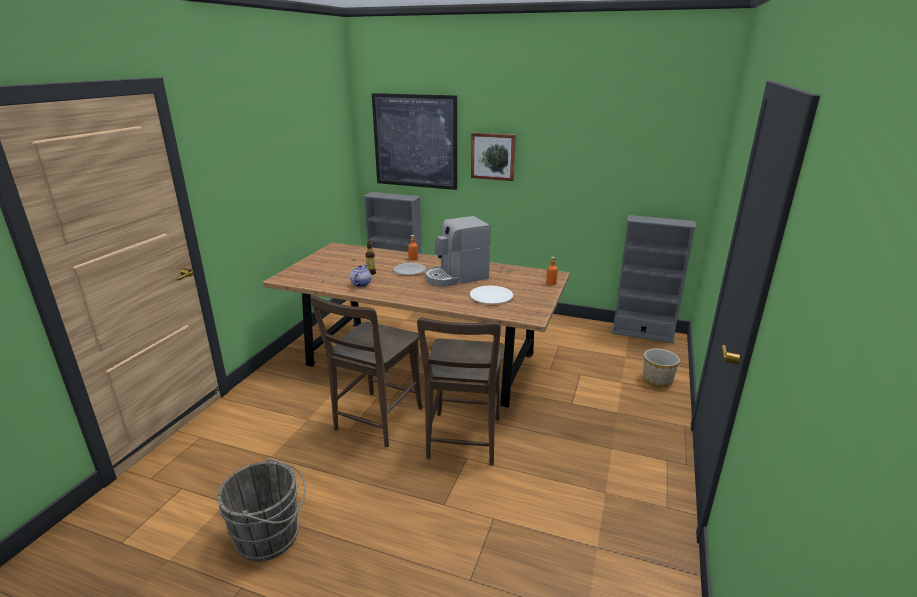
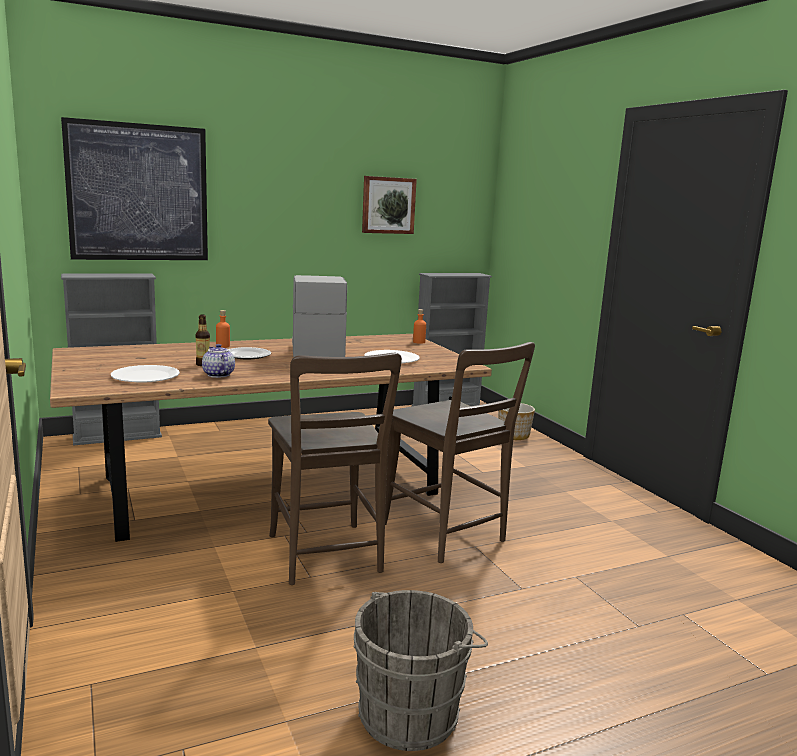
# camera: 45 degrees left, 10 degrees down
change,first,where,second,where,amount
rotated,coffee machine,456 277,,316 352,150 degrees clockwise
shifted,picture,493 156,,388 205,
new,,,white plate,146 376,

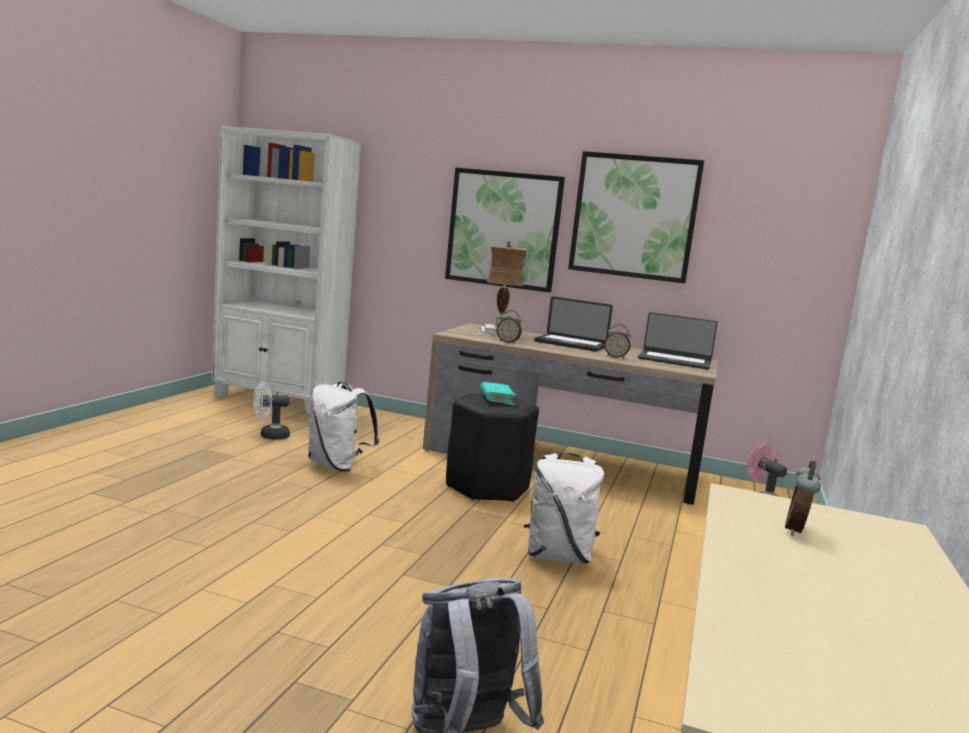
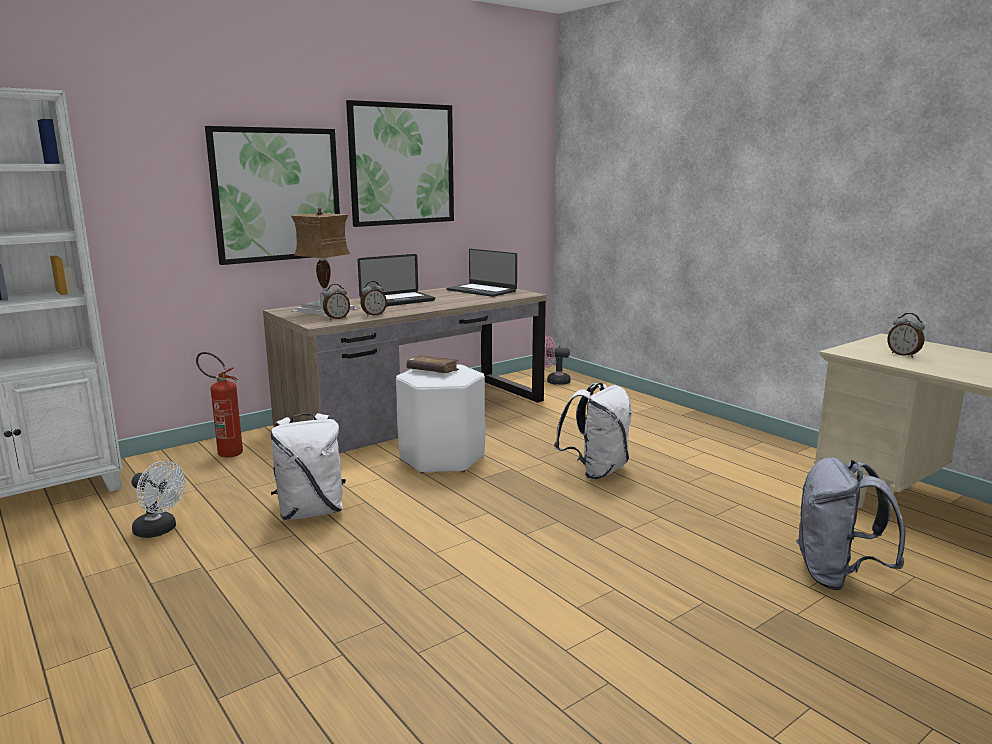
# camera: 55 degrees left, 5 degrees up
change,first,where,second,where,amount
rotated,white fan,269 436,,160 530,75 degrees counterclockwise
repainted,black stool,487 488,white stool,442 458,
repainted,turquoise book,496 399,brown book,432 371,
shifted,alarm clock,615 357,,336 318,
rotated,laptop,674 360,,482 290,75 degrees clockwise
new,,,fire extinguisher,225 452,

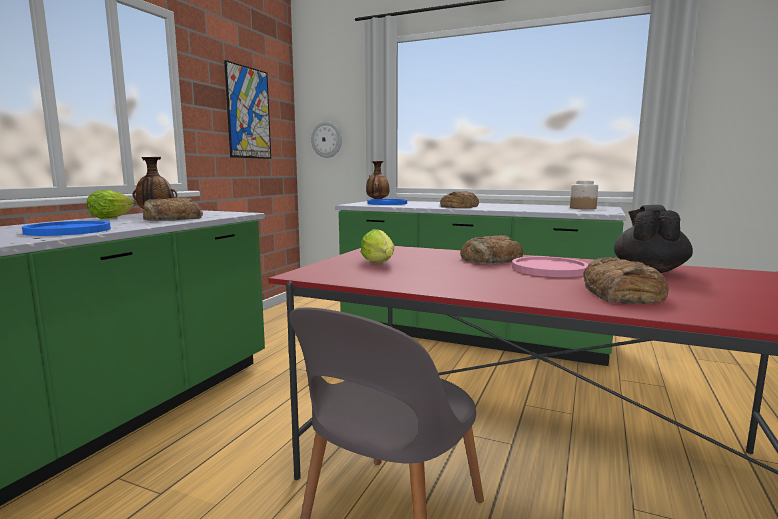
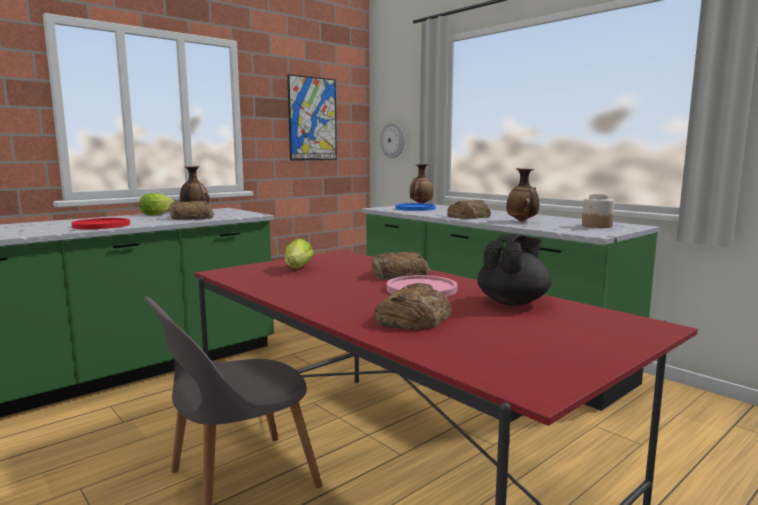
# camera: 25 degrees right, 0 degrees up
change,first,where,second,where,amount
repainted,blue plate,68 230,red plate,101 225,
new,,,vase,522 221,

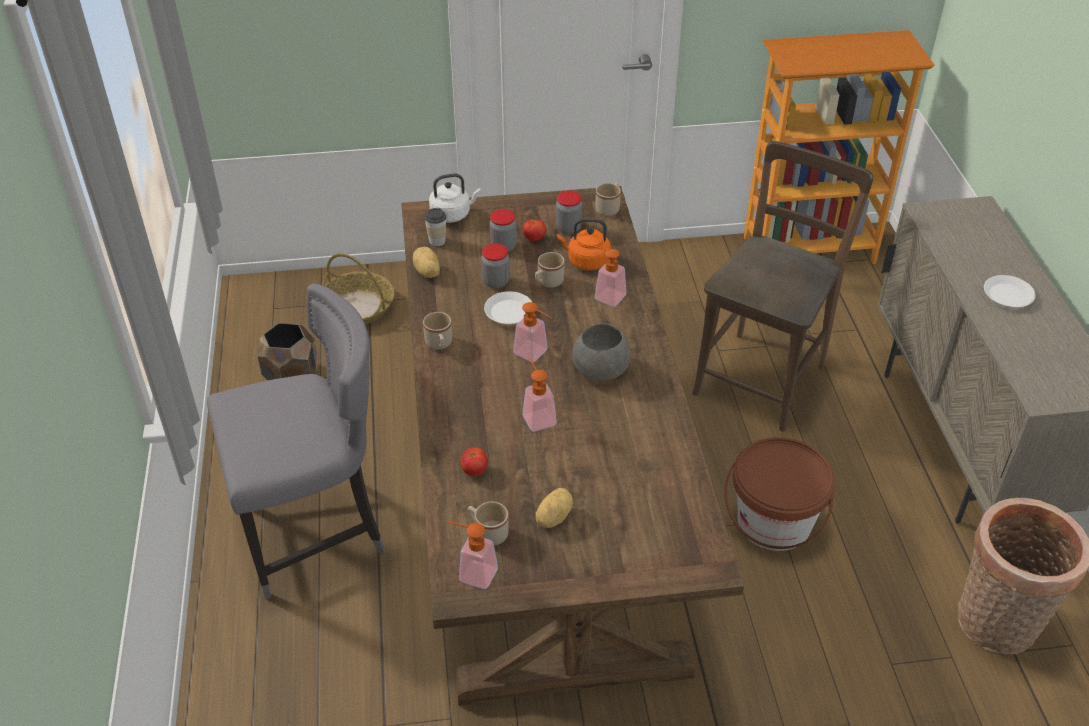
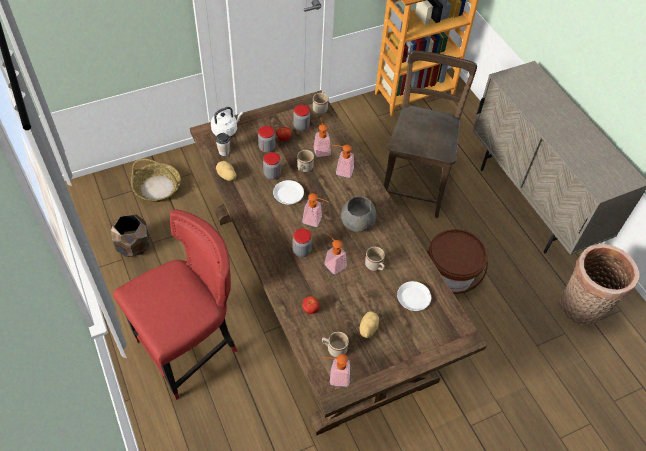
# camera: 20 degrees left, 10 degrees up
change,first,where,second,where,amount
repainted,grey chair,316 532,red chair,190 348,
shifted,beige mug,439 345,,375 266,
swapped,orange kettle,586 261,soap dispenser,321 149,
shifted,white plate,1007 296,,413 298,
new,,,jar,301 251,

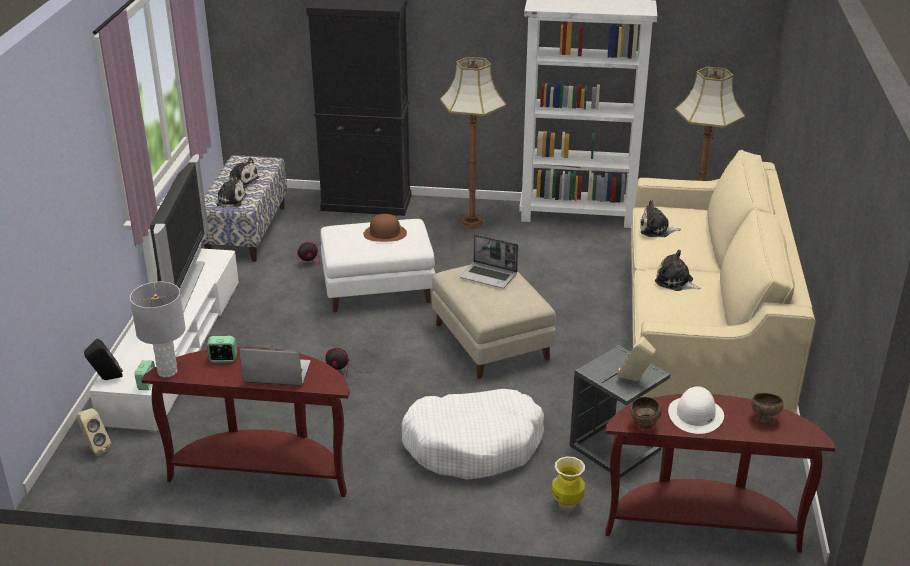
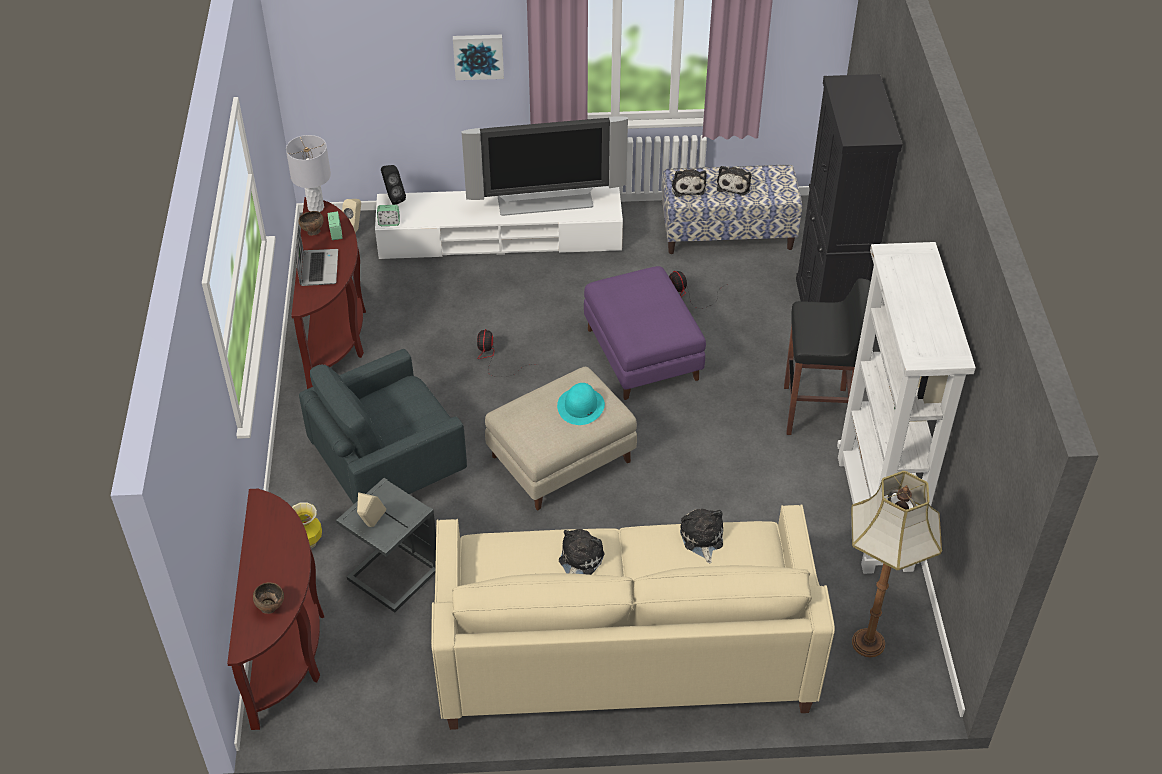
# camera: 80 degrees right, 15 degrees up
change,first,where,second,where,amount
repainted,white ottoman,379 288,purple ottoman,643 355,
gone,brown hat,384 233,,,
swapped,white dog bed,474 445,grey armchair,387 466,
swapped,floor lamp,472 222,black stool,817 412,
swapped,laptop,489 276,turquoise hat,581 406,
shifted,brown bowl,644 425,,312 232,
gone,white hat,695 415,,,
new,,,picture,478 55,

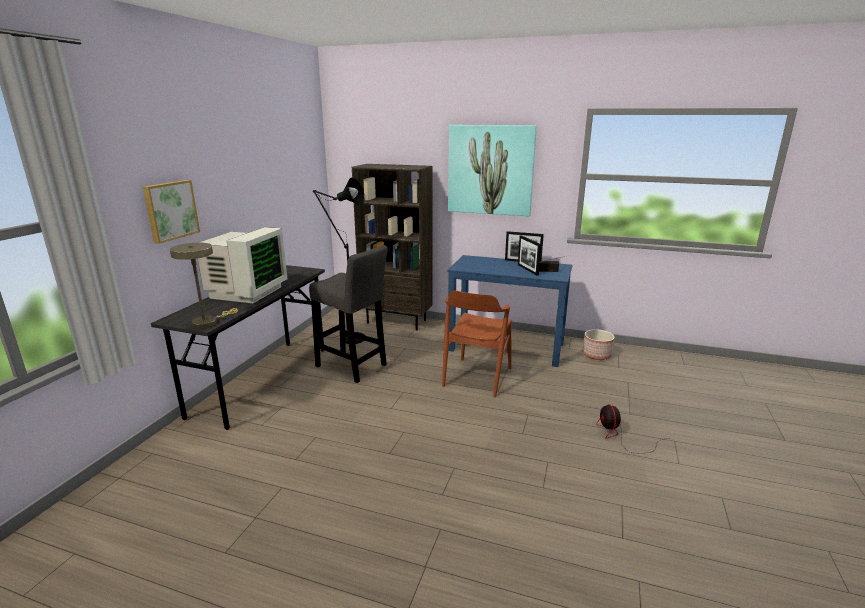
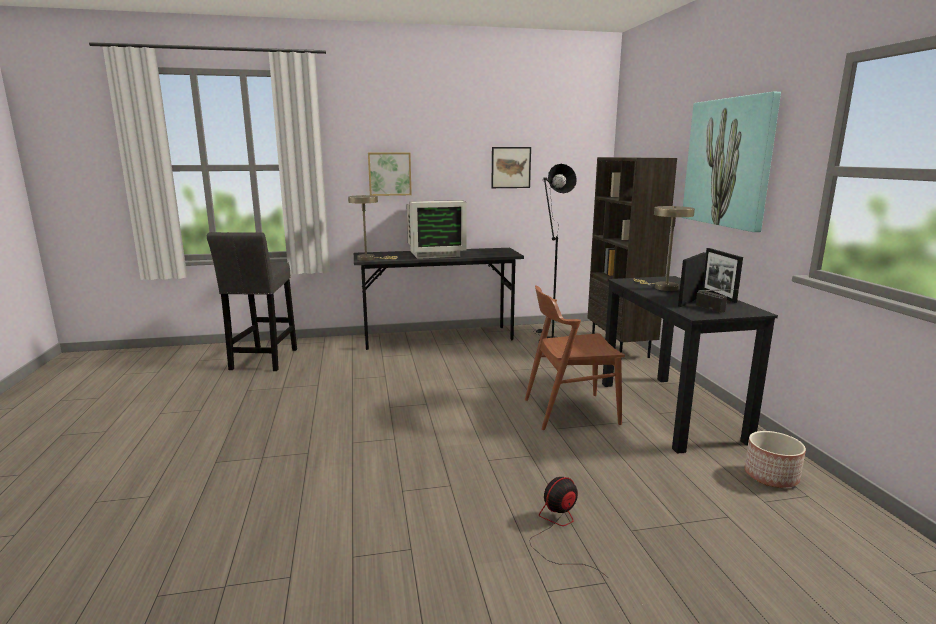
# camera: 60 degrees right, 5 degrees down
change,first,where,second,where,amount
shifted,grey stool,353 367,,263 361,
repainted,blue desk,506 347,black desk,670 411,
new,,,picture,511 167,
new,,,beige table lamp,662 287,

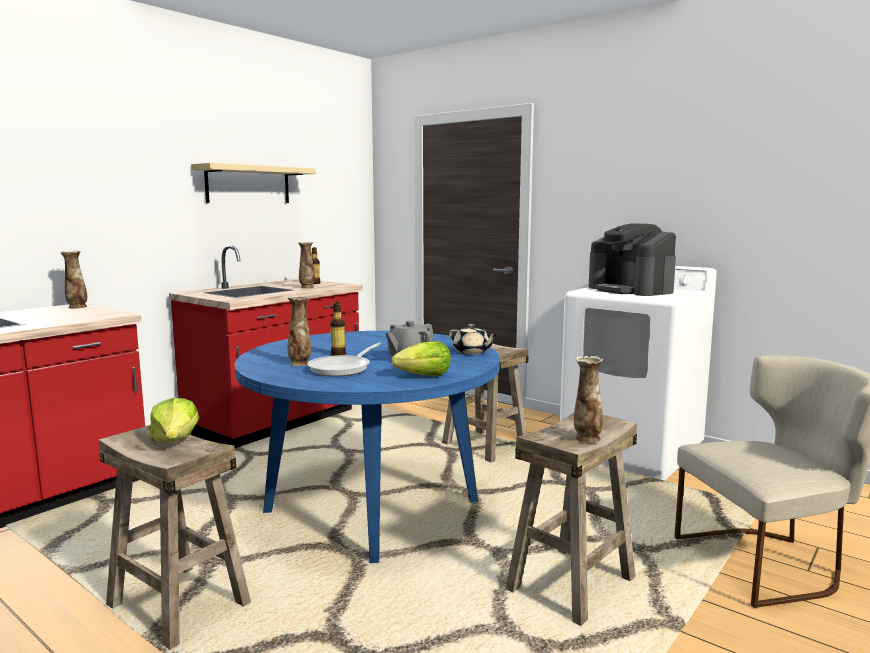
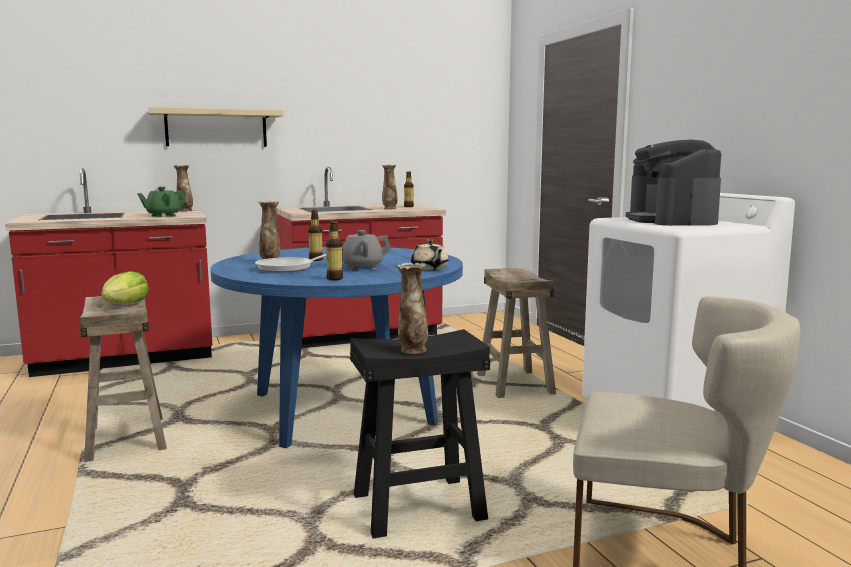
# camera: 30 degrees right, 0 degrees up
change,first,where,second,where,amount
shifted,beige shelf,248 185,,216 128,
swapped,lettuce,424 376,bottle,334 279,
repainted,beige stool,572 585,black stool,418 508,
new,,,green teapot,163 216,

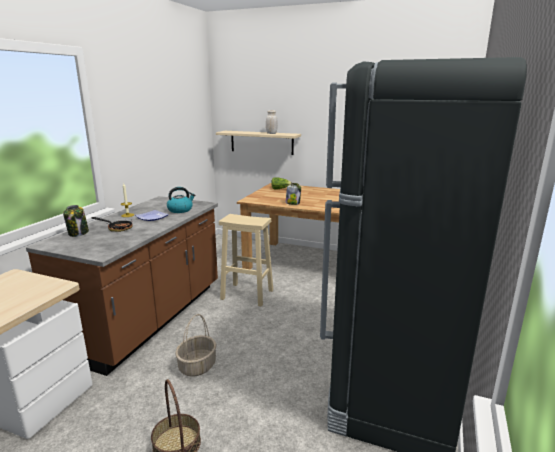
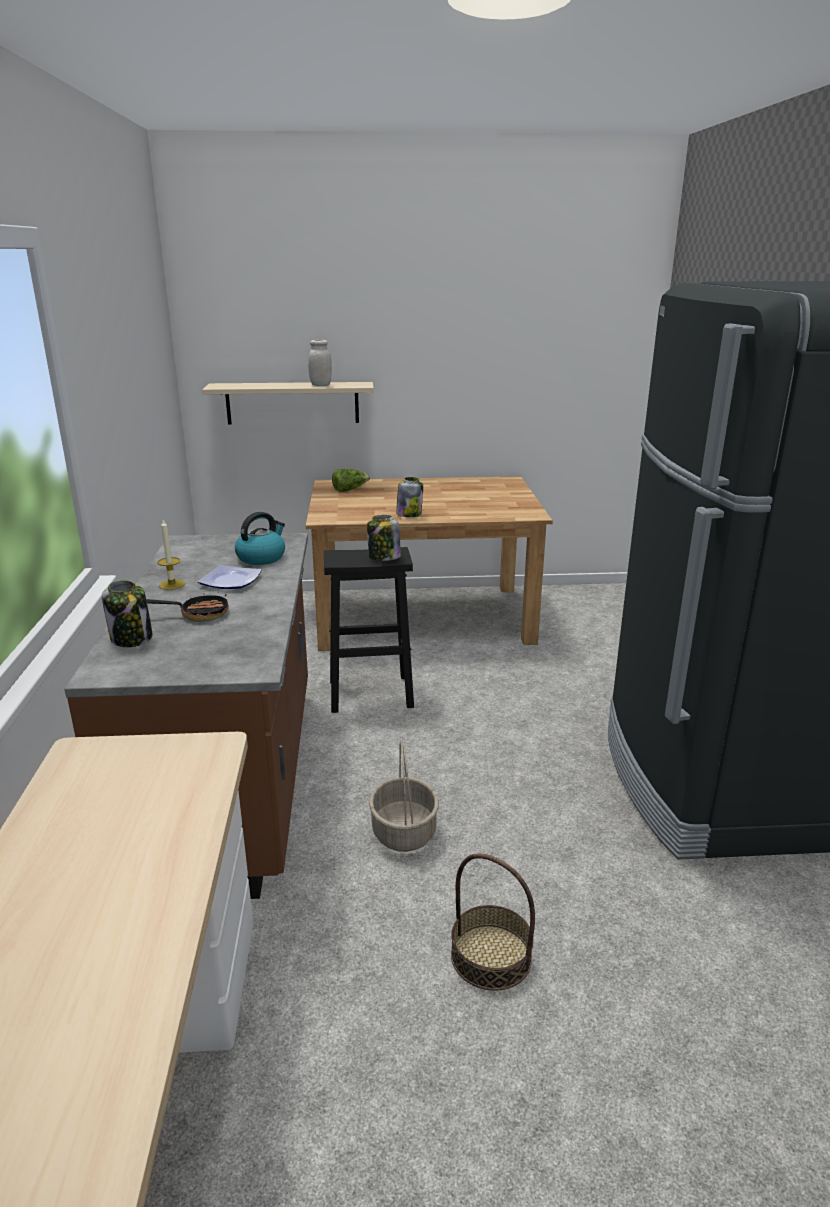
# camera: 25 degrees left, 5 degrees up
change,first,where,second,where,amount
repainted,beige stool,246 294,black stool,369 694,
new,,,jar,383 557,

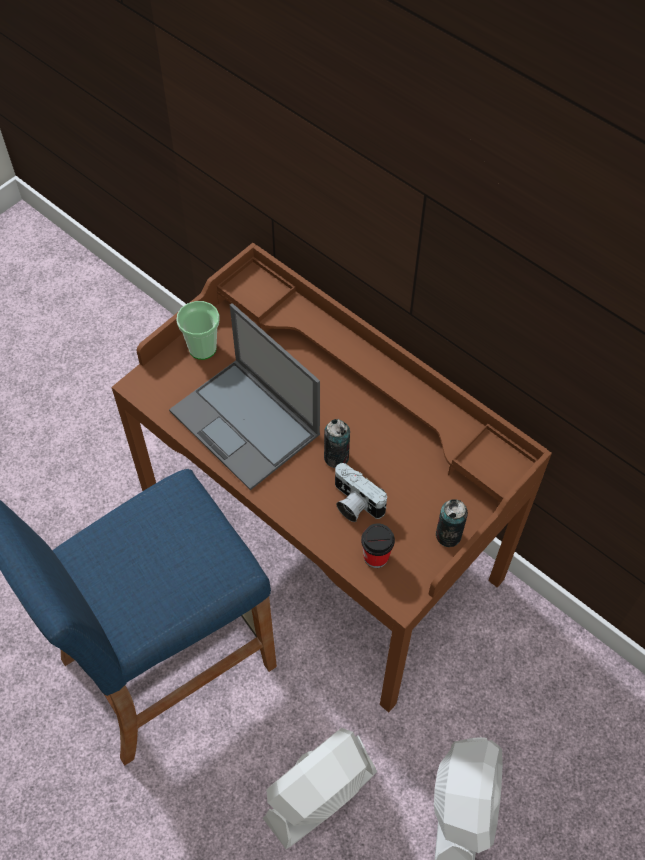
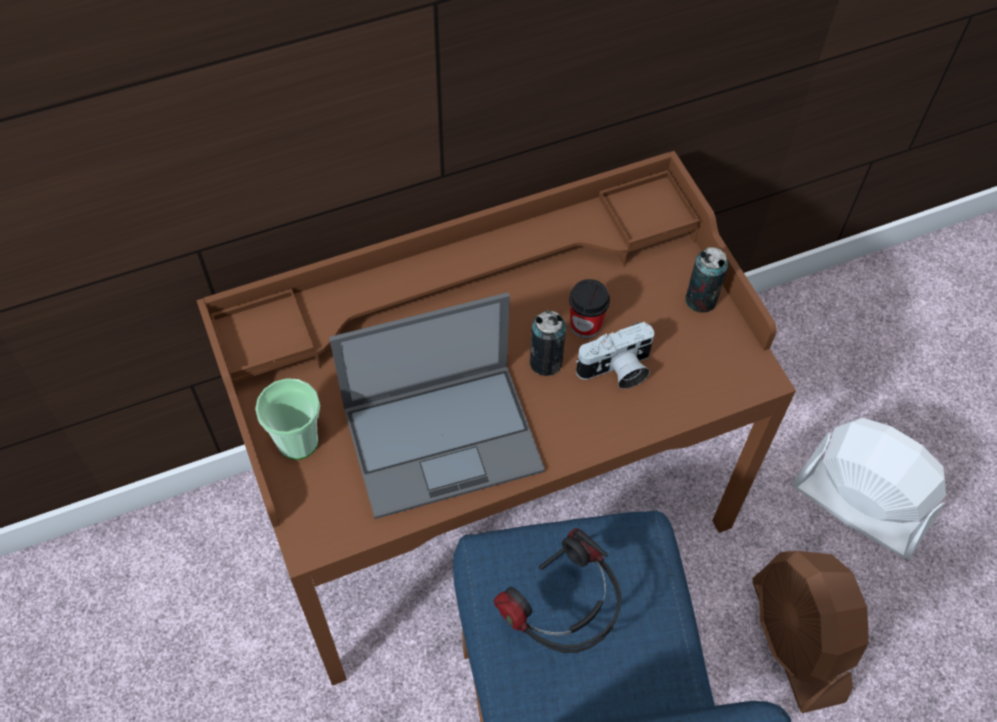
# camera: 65 degrees left, 0 degrees up
change,first,where,second,where,amount
repainted,white fan,319 795,brown fan,796 640,
shifted,cup,376 556,,585 325,
new,,,headphones,560 617,

